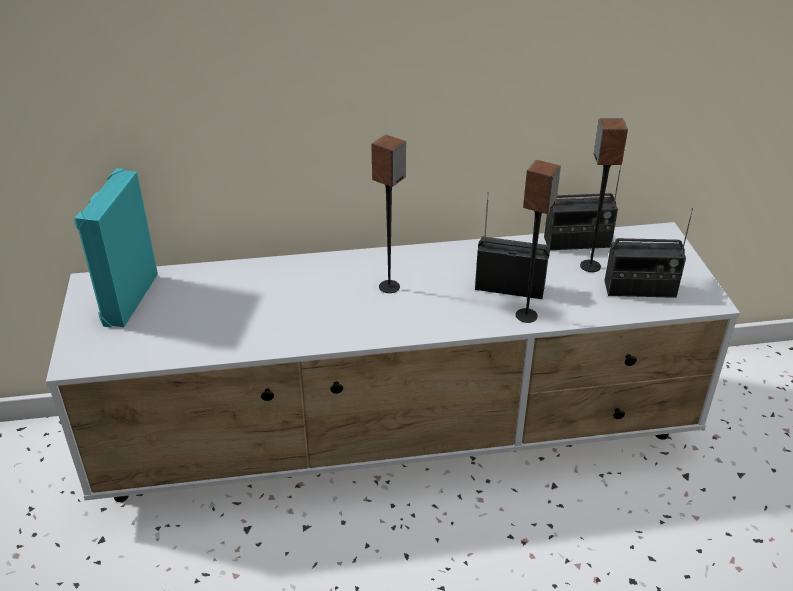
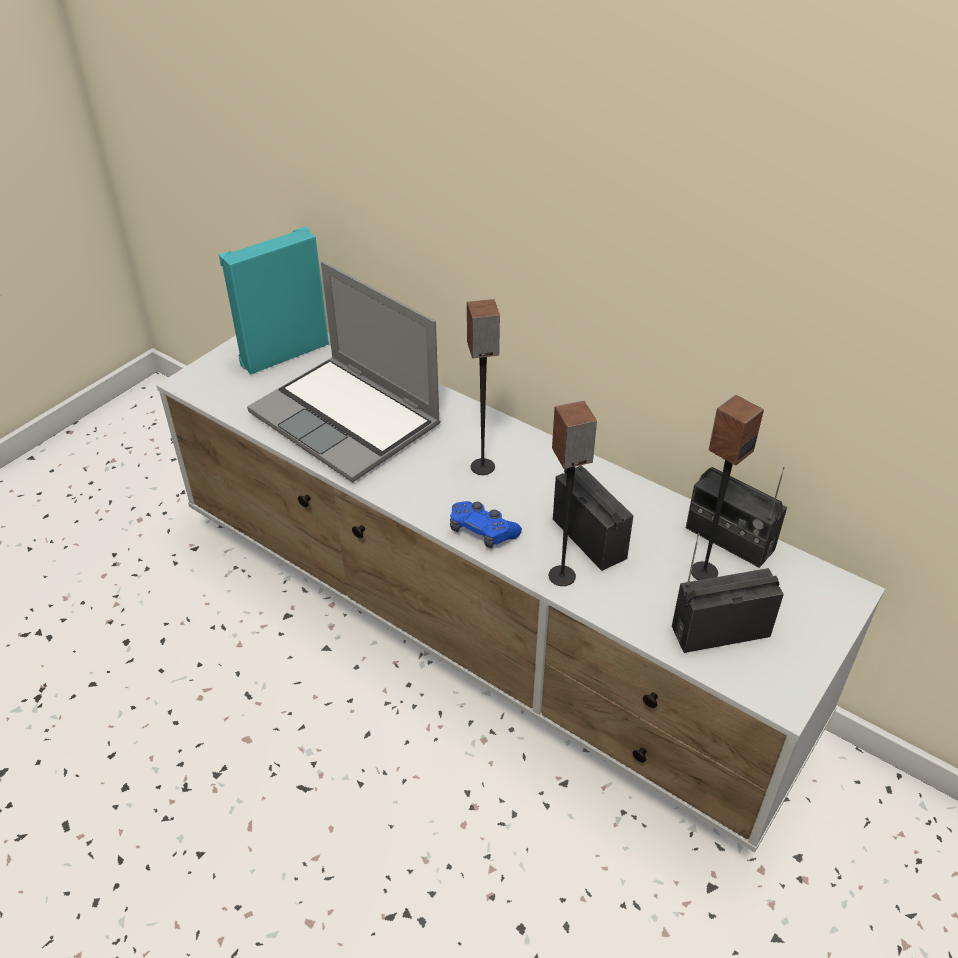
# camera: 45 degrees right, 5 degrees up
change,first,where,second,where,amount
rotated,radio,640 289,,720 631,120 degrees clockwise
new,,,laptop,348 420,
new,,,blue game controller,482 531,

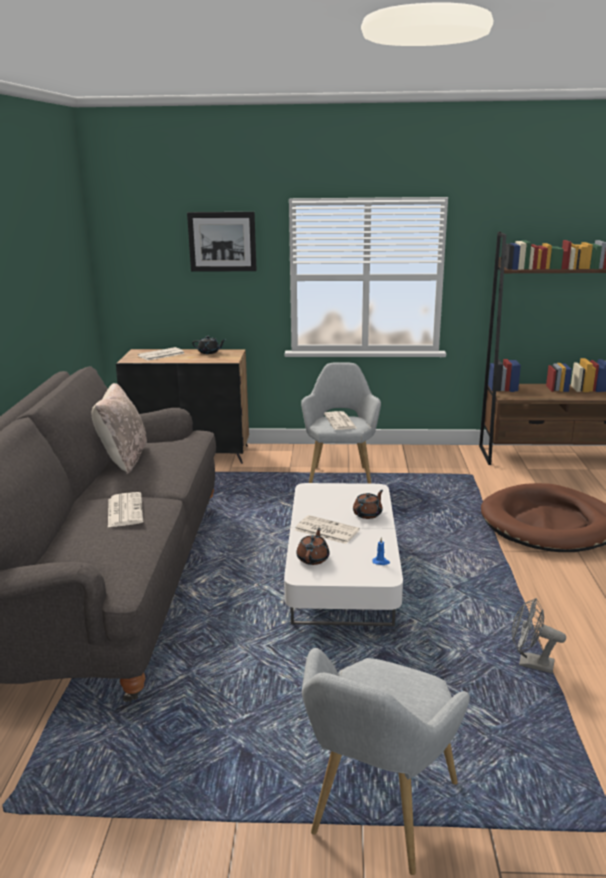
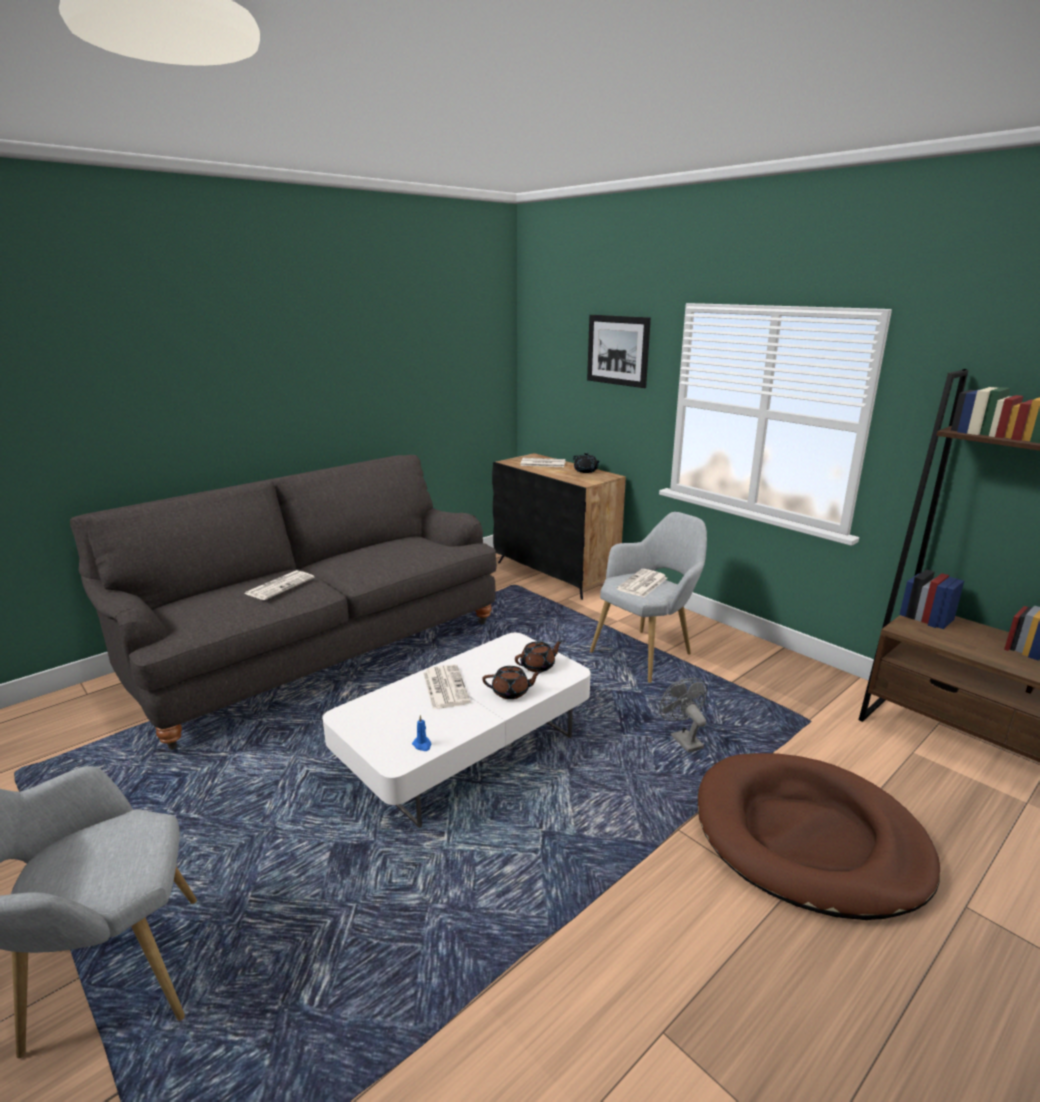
# camera: 45 degrees right, 0 degrees up
change,first,where,second,where,amount
gone,beige pillow,123 459,,,
shifted,brown teapot,313 558,,538 666,
shifted,grey fan,530 663,,682 739,

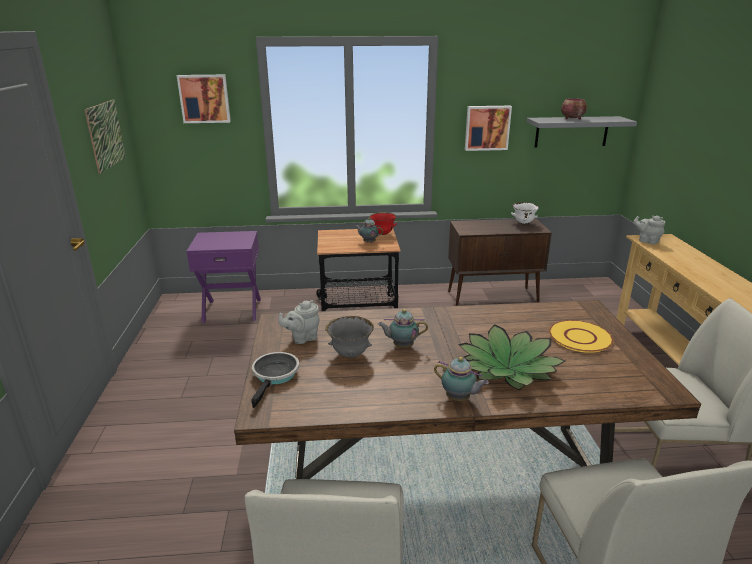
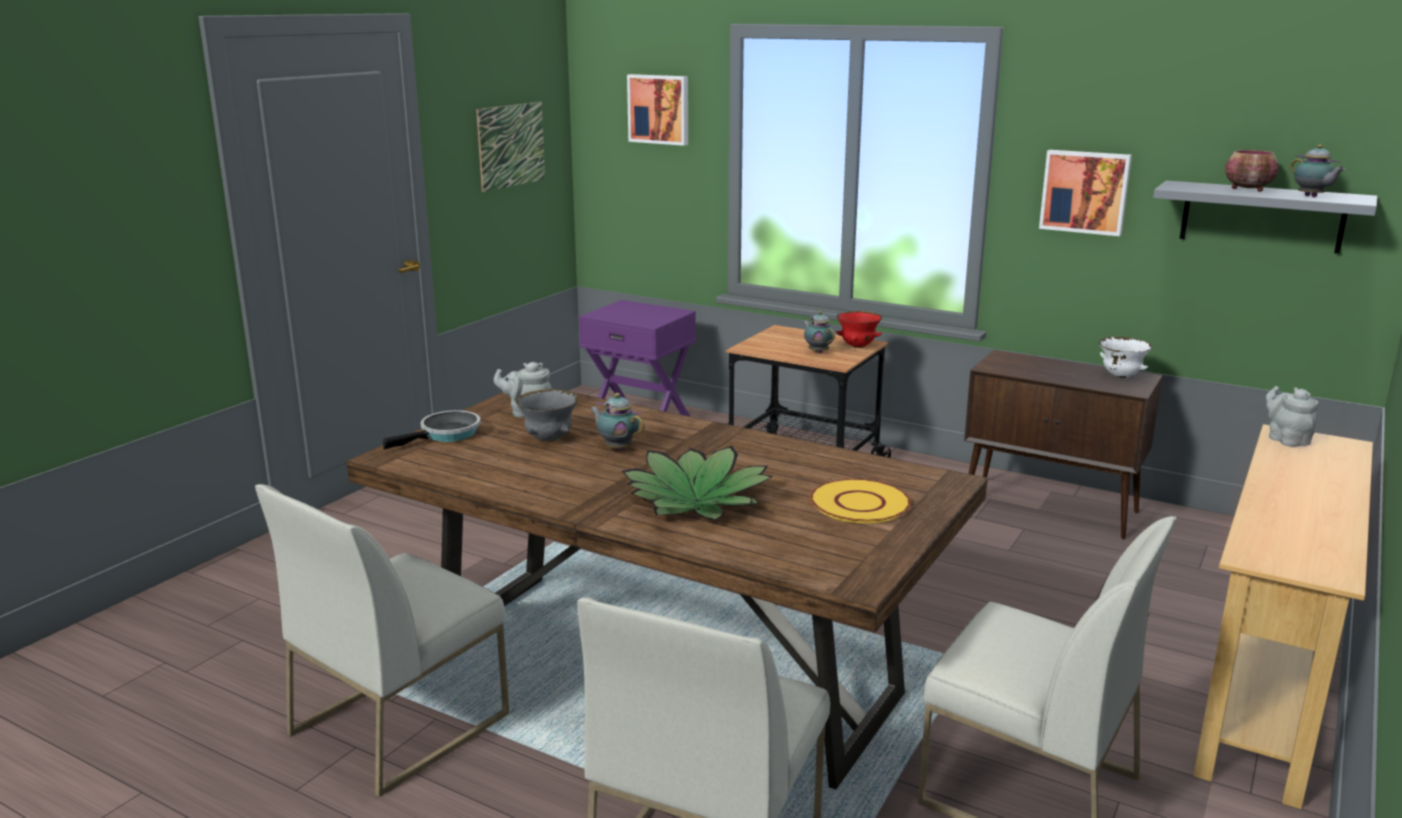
# camera: 35 degrees right, 5 degrees down
change,first,where,second,where,amount
shifted,teapot,459 399,,1311 197,

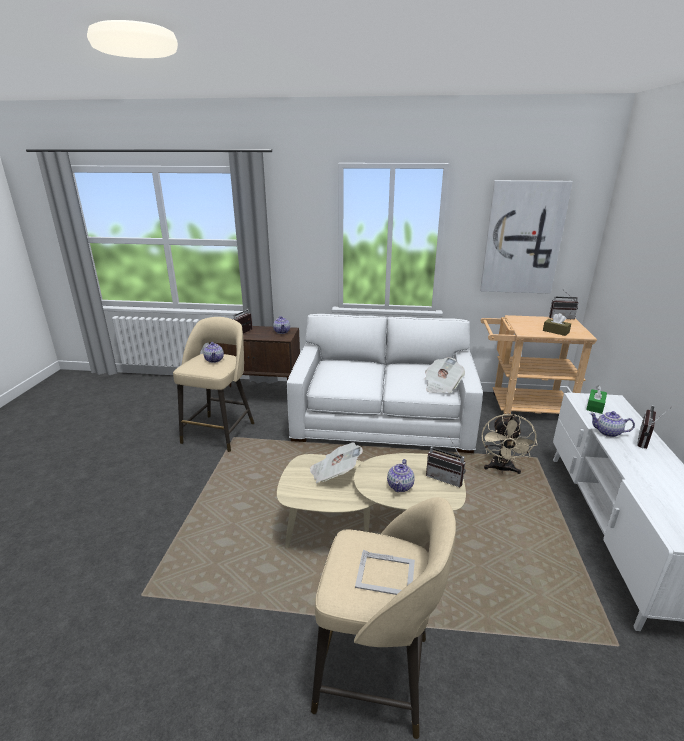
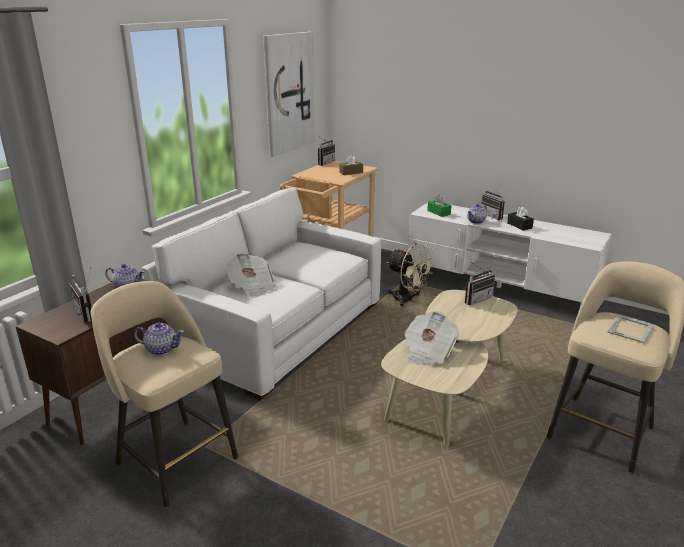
# camera: 65 degrees left, 0 degrees up
change,first,where,second,where,amount
gone,teapot,400 486,,,
shifted,newspaper,441 386,,251 287,
new,,,black tissue box,519 225,

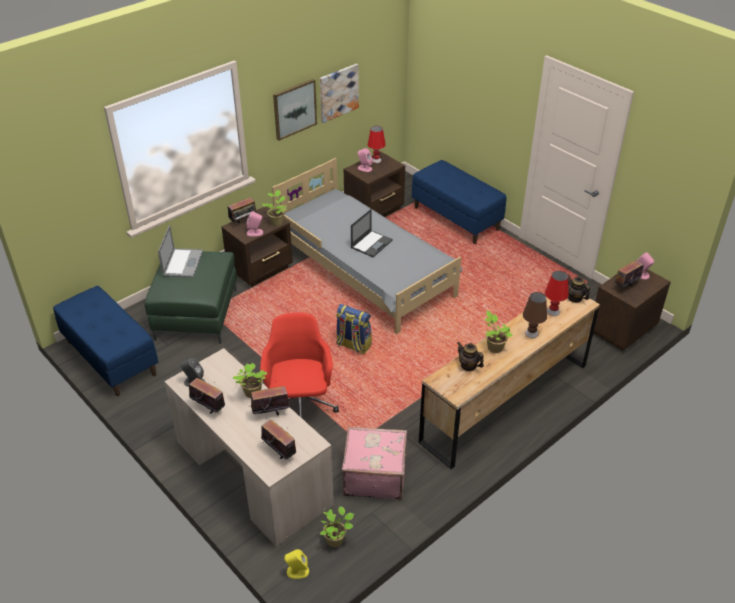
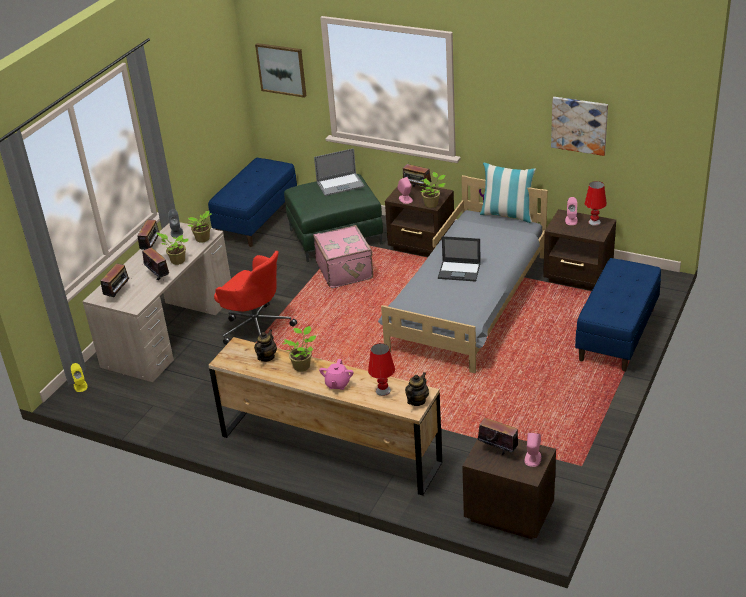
# camera: 70 degrees right, 5 degrees down
change,first,where,second,where,amount
rotated,red office chair,300 405,,256 327,60 degrees clockwise
shifted,picture,294 109,,281 69,
shifted,potted plant,336 540,,203 239,
gone,backpack,353 345,,,
shifted,pink suitcase,374 475,,345 271,
swapped,brown table lamp,531 333,pink teapot,337 384,
new,,,pillow,507 215,

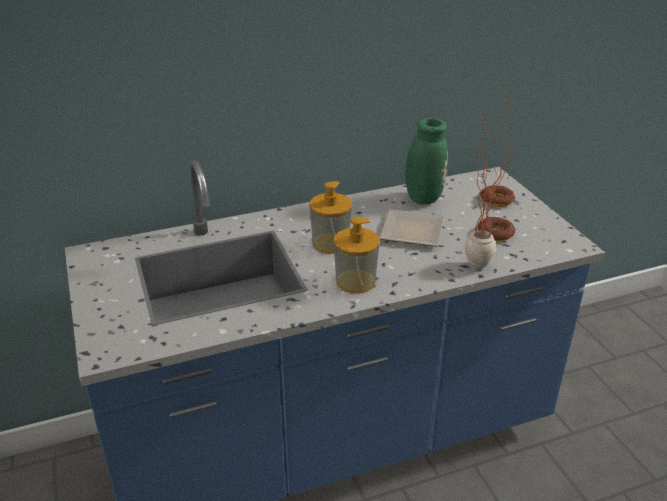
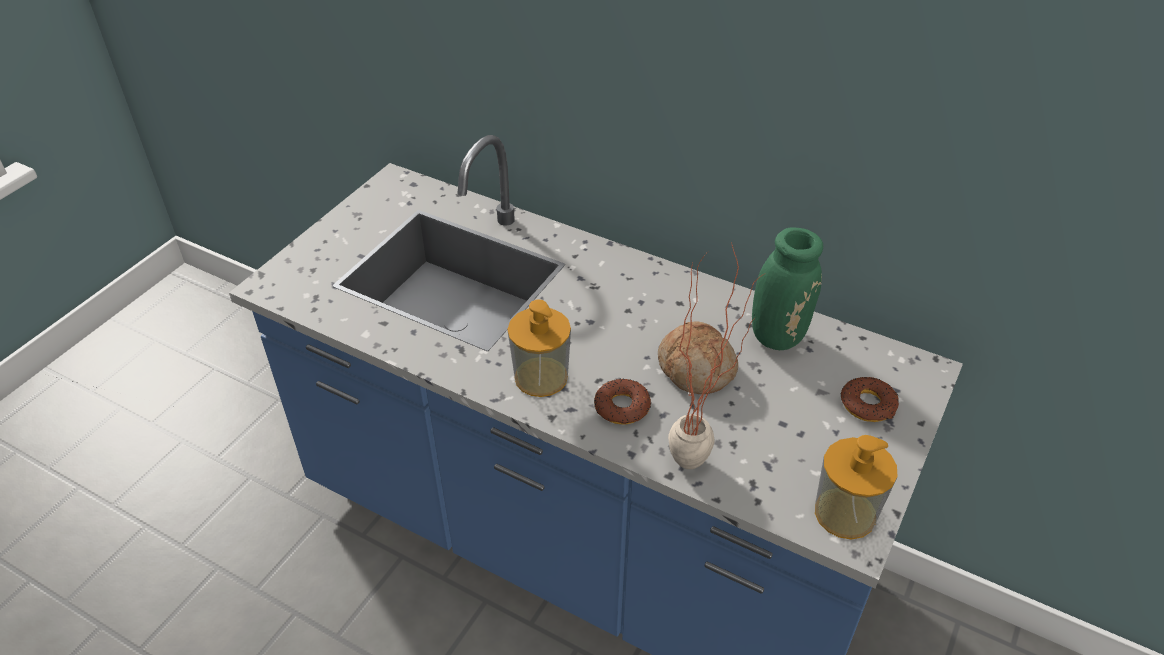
# camera: 50 degrees right, 10 degrees up
change,first,where,second,where,amount
shifted,soap dispenser,330 243,,845 513,
swapped,plate,414 231,bread,697 368,
shifted,donut,495 233,,621 407,

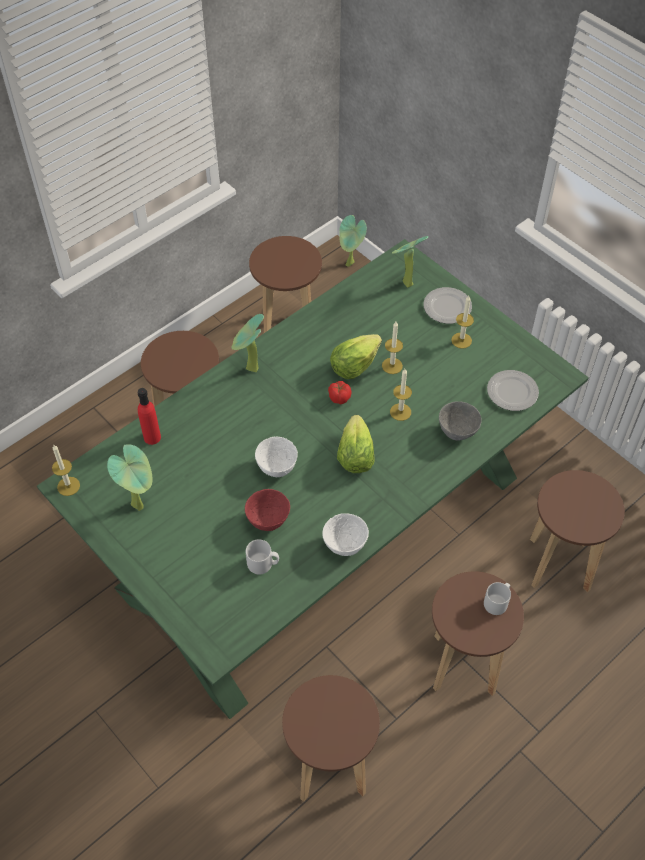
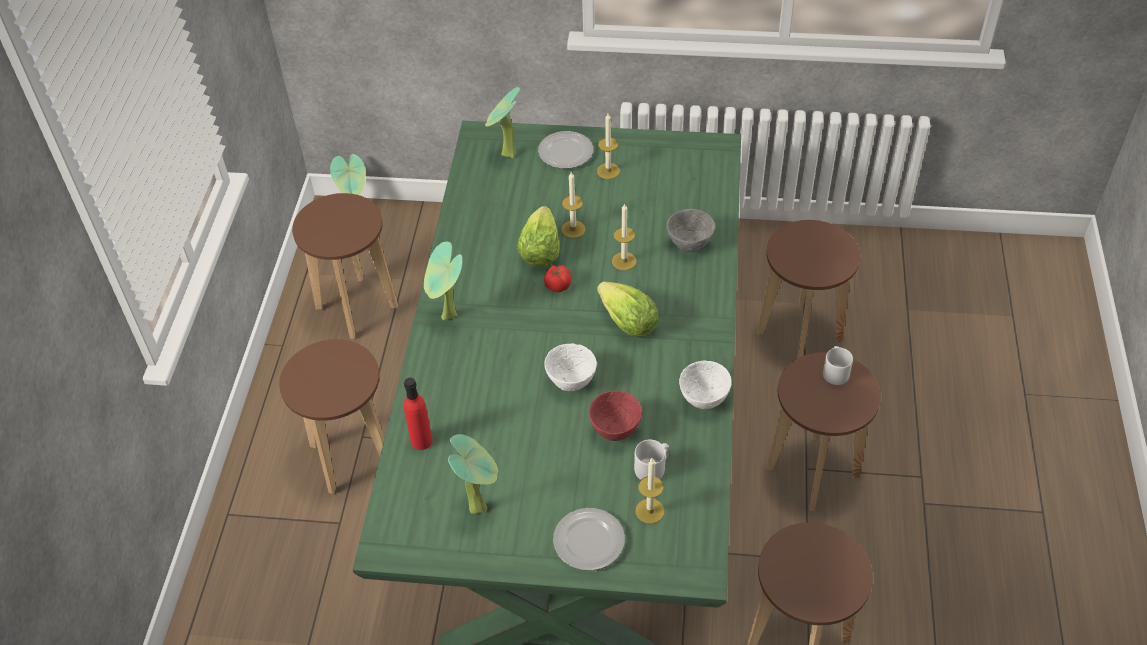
# camera: 40 degrees left, 5 degrees down
change,first,where,second,where,amount
shifted,candle,68 486,,650 511,
shifted,plate,512 393,,589 541,

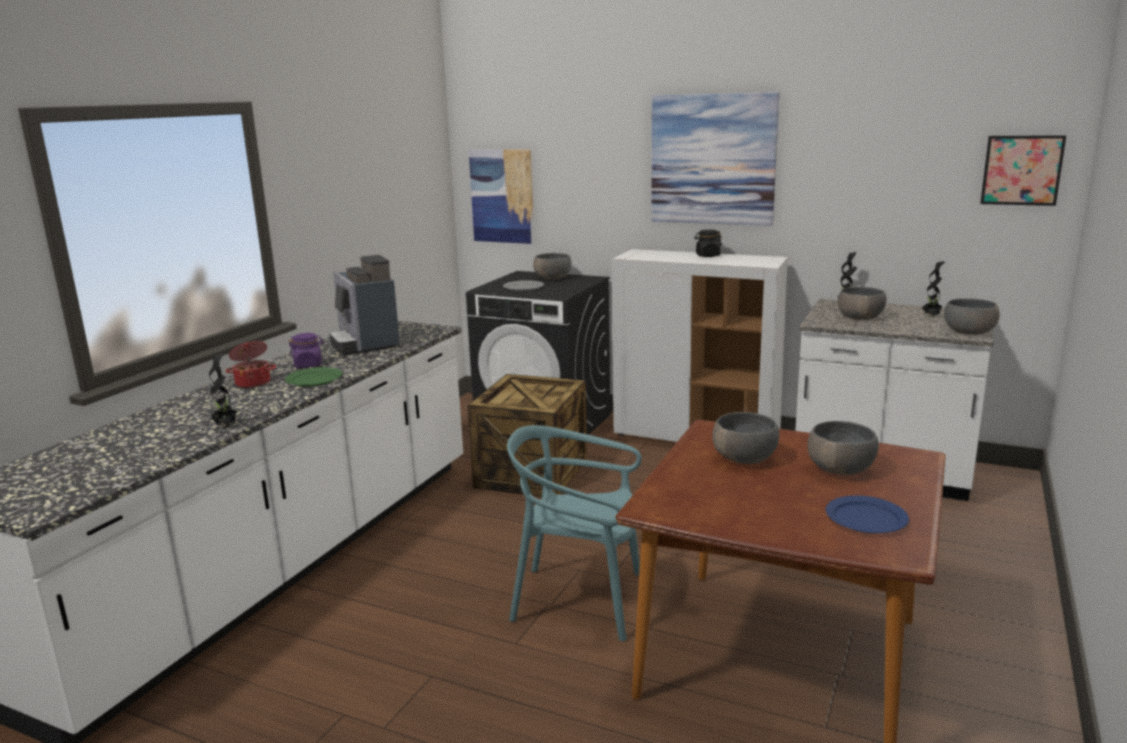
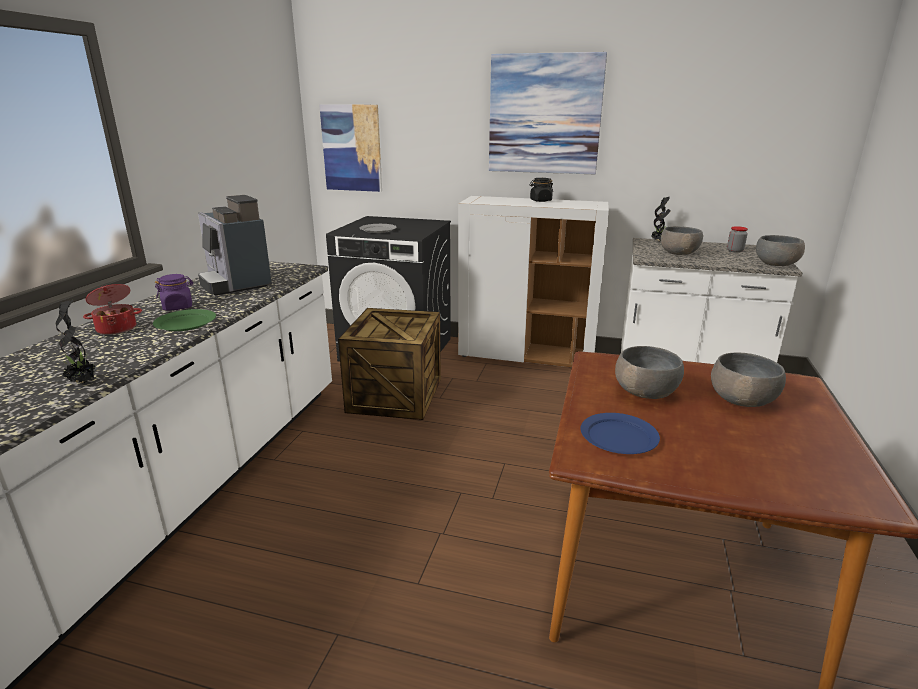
# camera: 10 degrees left, 5 degrees up
change,first,where,second,where,amount
gone,turquoise chair,579 600,,,
gone,grey bowl,552 278,,,
shifted,blue plate,866 518,,619 436,
swapped,potted plant,932 316,jar,735 251,
gone,picture,1021 170,,,

